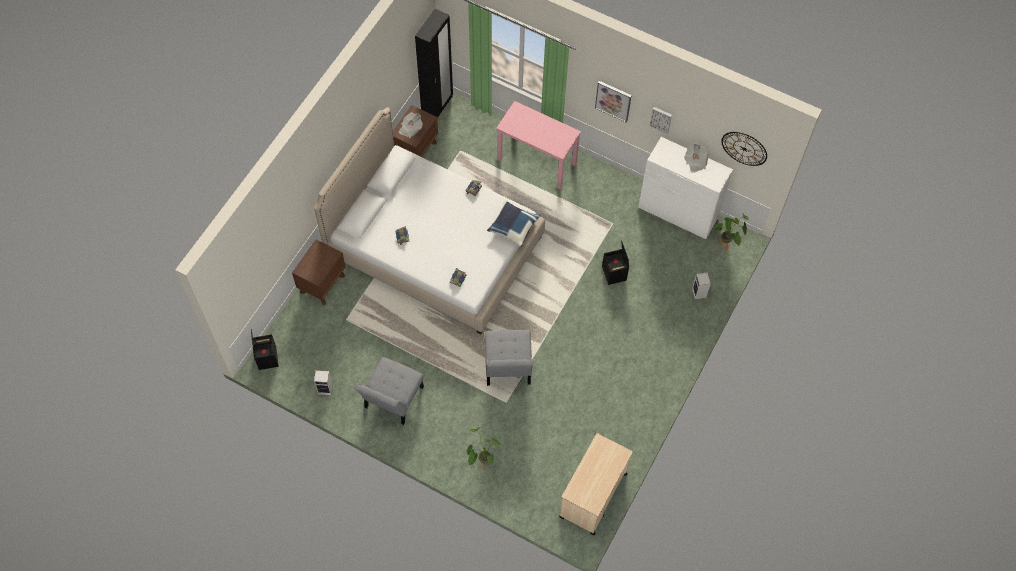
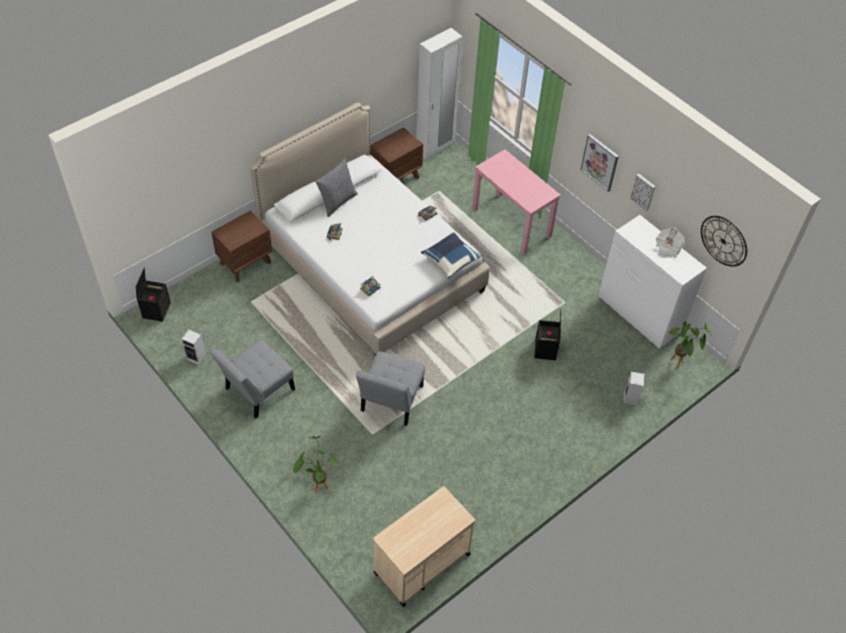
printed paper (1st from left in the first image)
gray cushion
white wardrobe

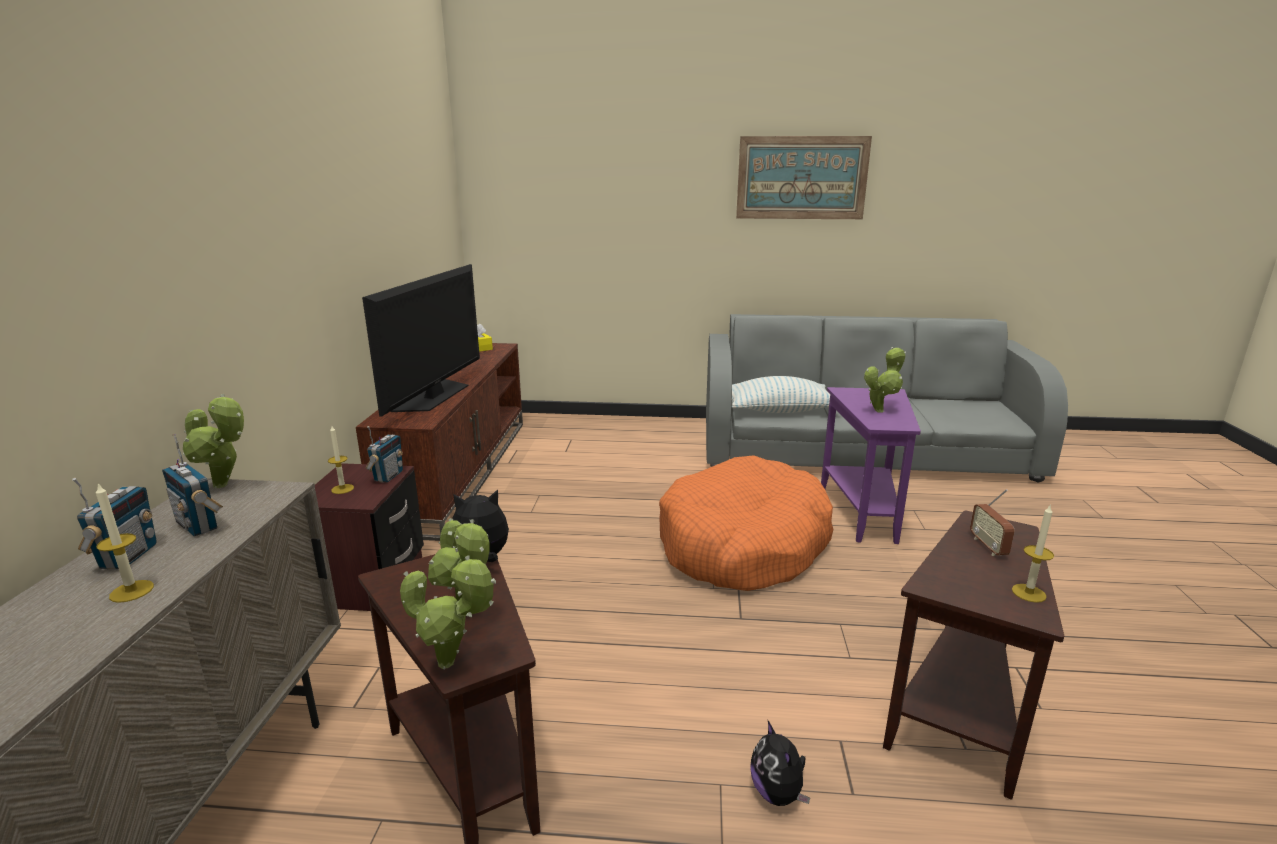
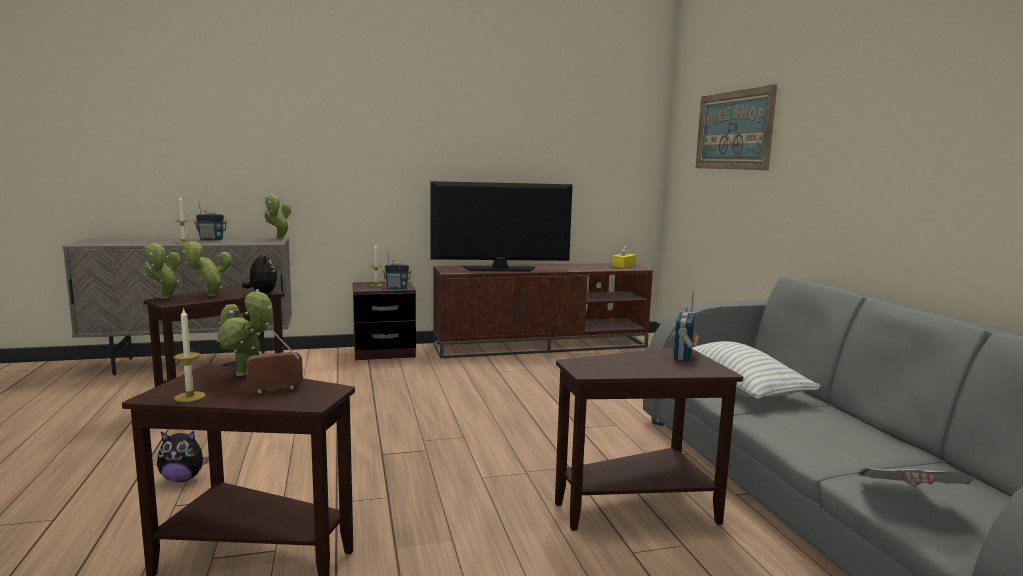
orange-coloured dog bed
printed paper
radio (4th from left)
wall art
houseplant (3rd from left)
brown end table (3rd from left)
soft toy (1st from left)

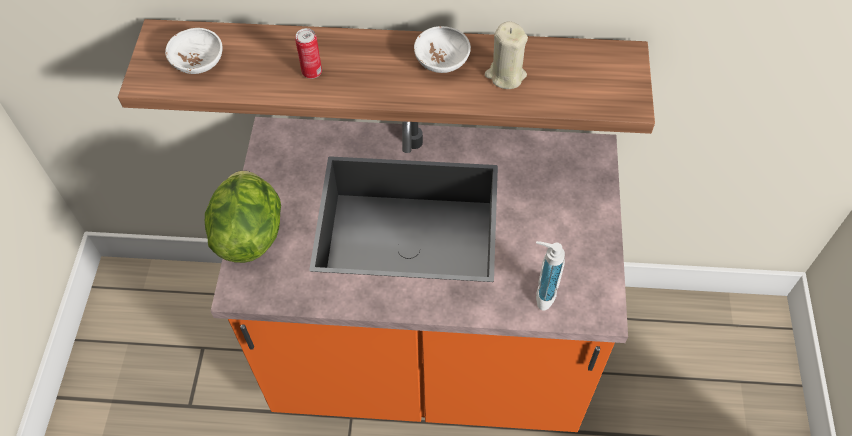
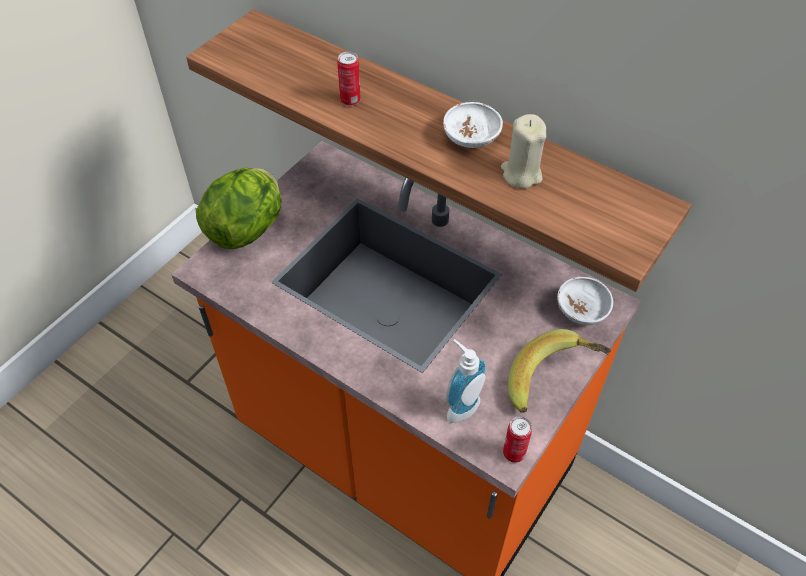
sealed can (2nd from left)
banana fruit
white deep dish (2nd from left)

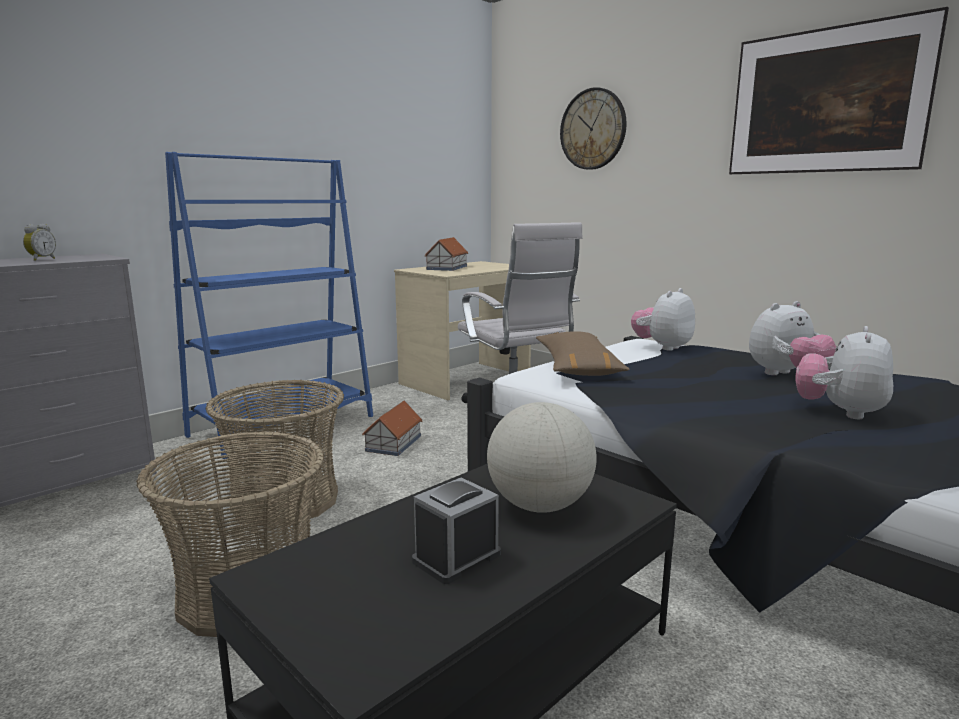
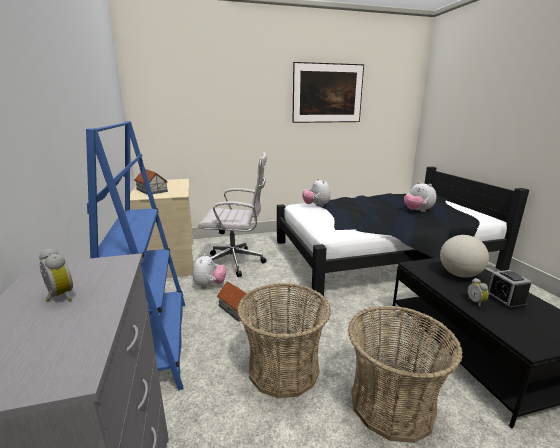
brown cushion
hanging clock
bedside clock (2nd from left)
soft toy (1st from left)

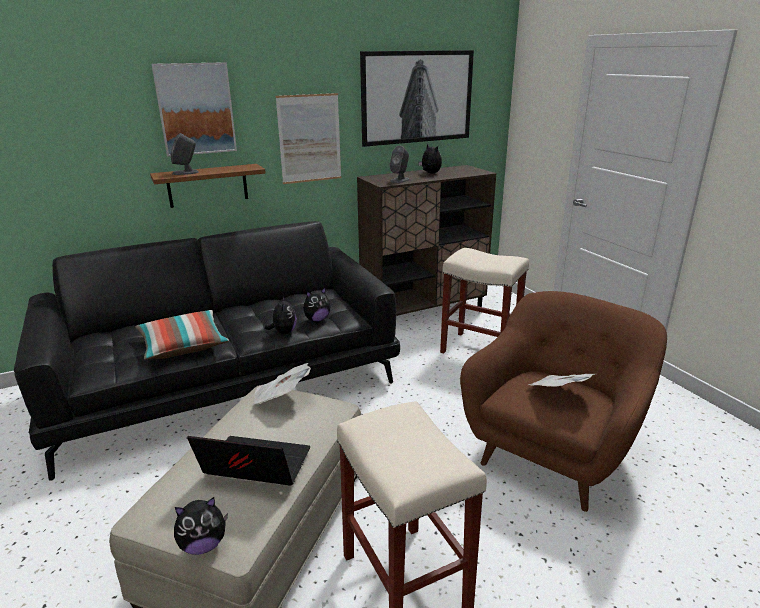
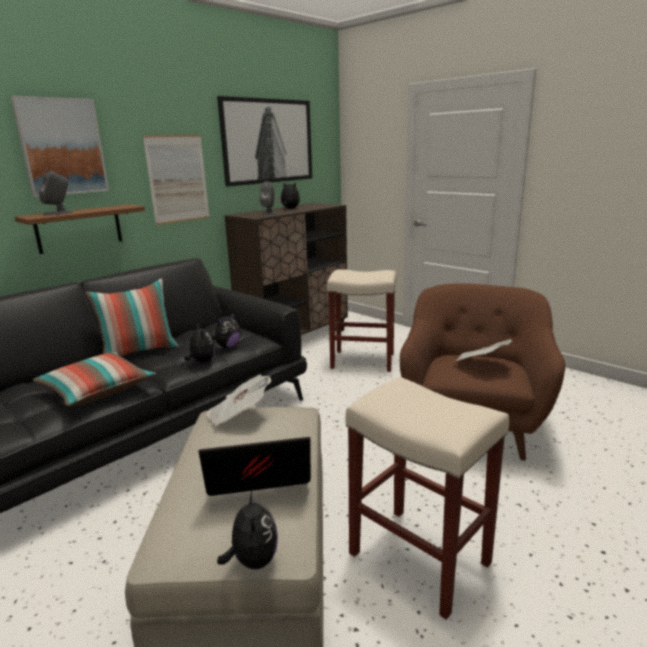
cushion (2nd from left)
soft toy (3rd from left)

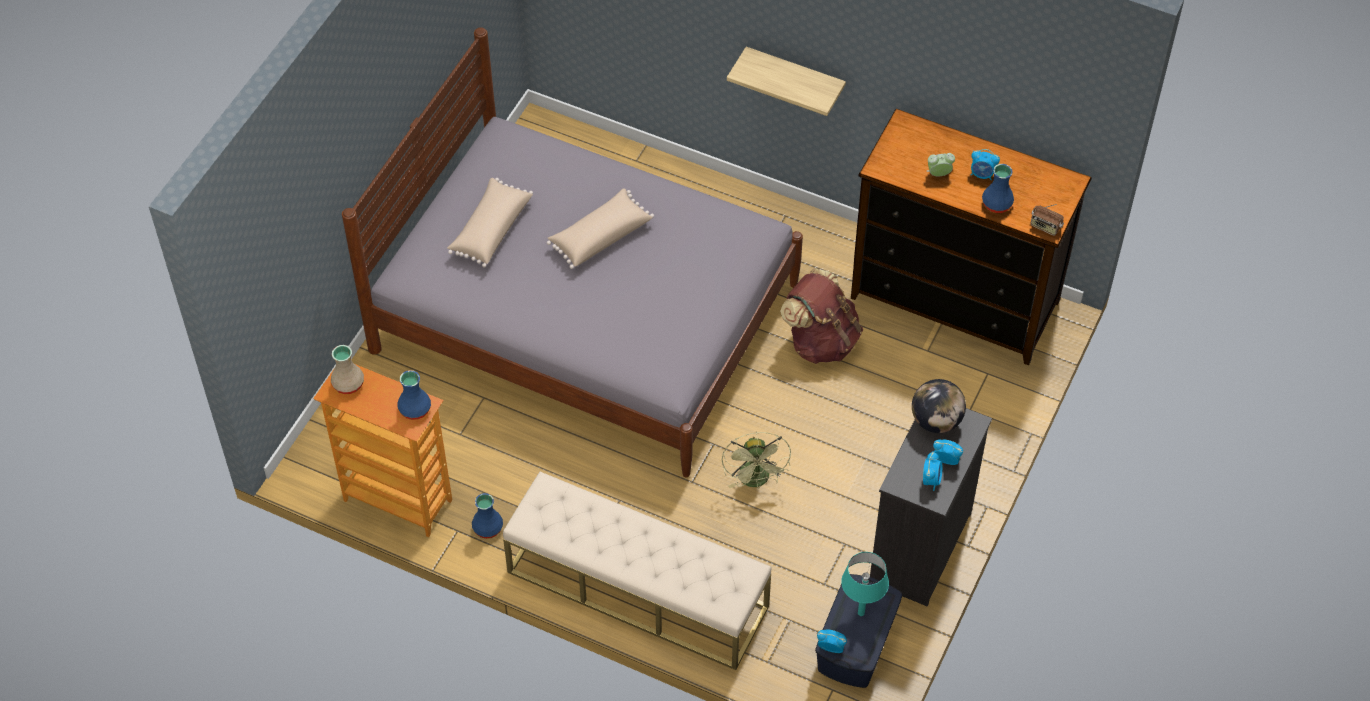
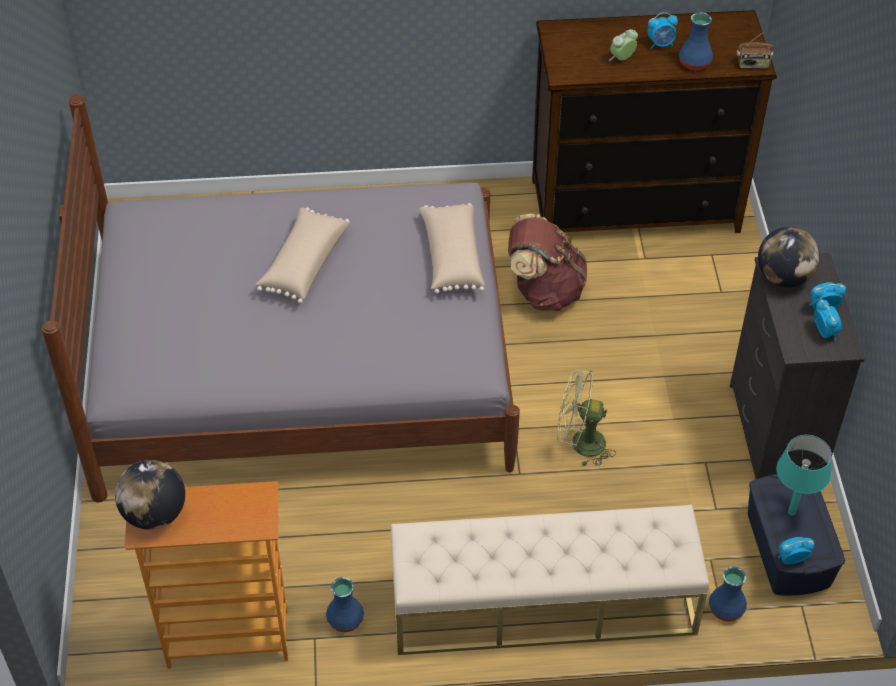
shelf
blue-coloured decorative vase (3rd from left)
beige-coloured cushion (2nd from left)
desk globe (1st from left)
green cooling fan

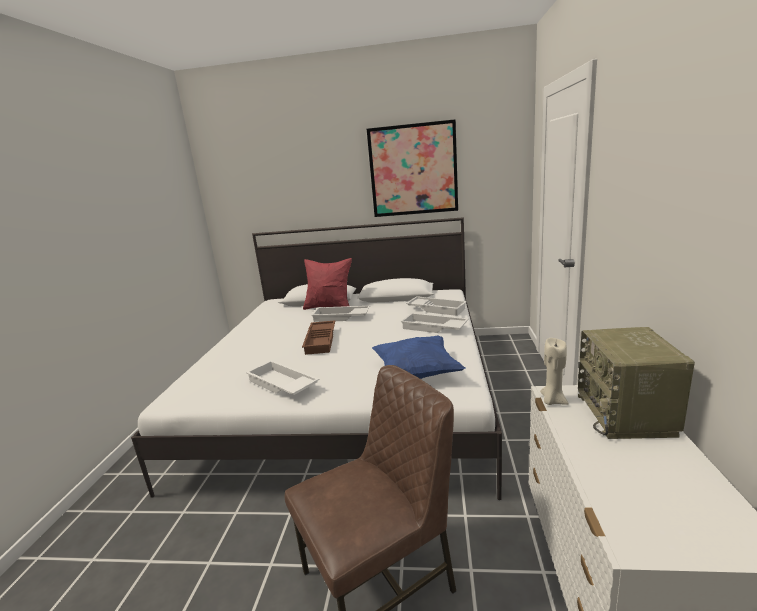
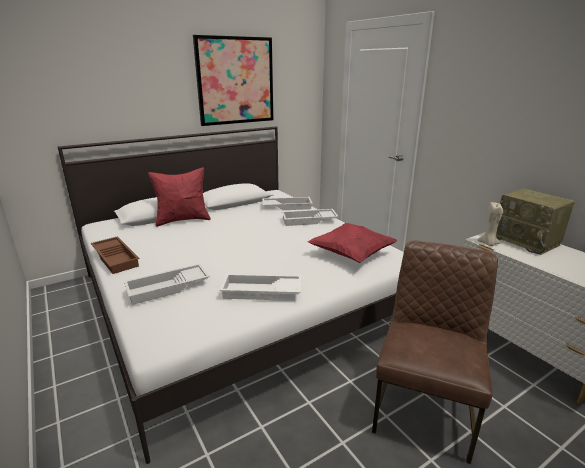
brown tray
white tray (1st from left)
reddish cushion (2nd from left)

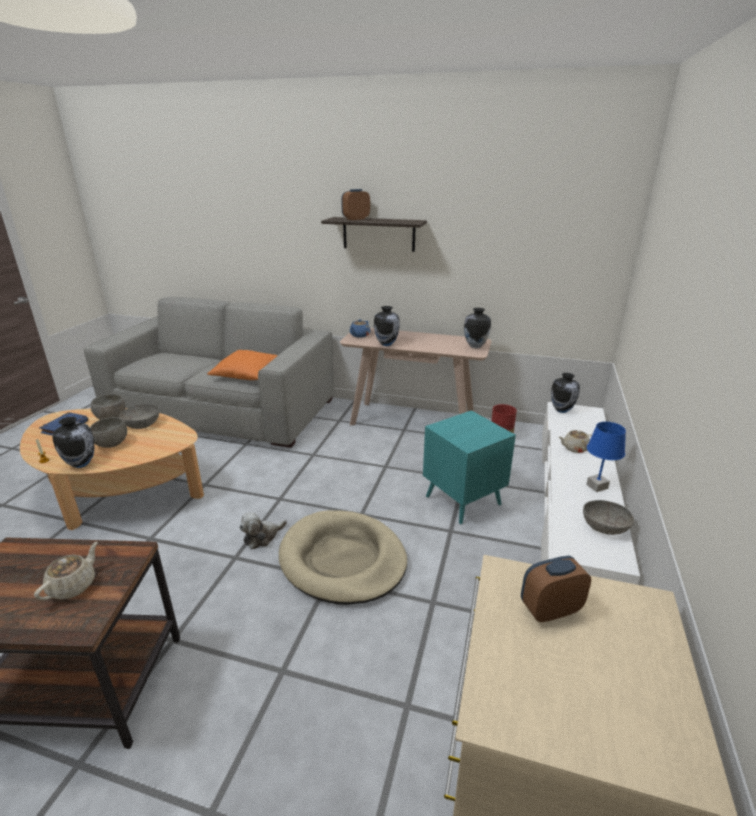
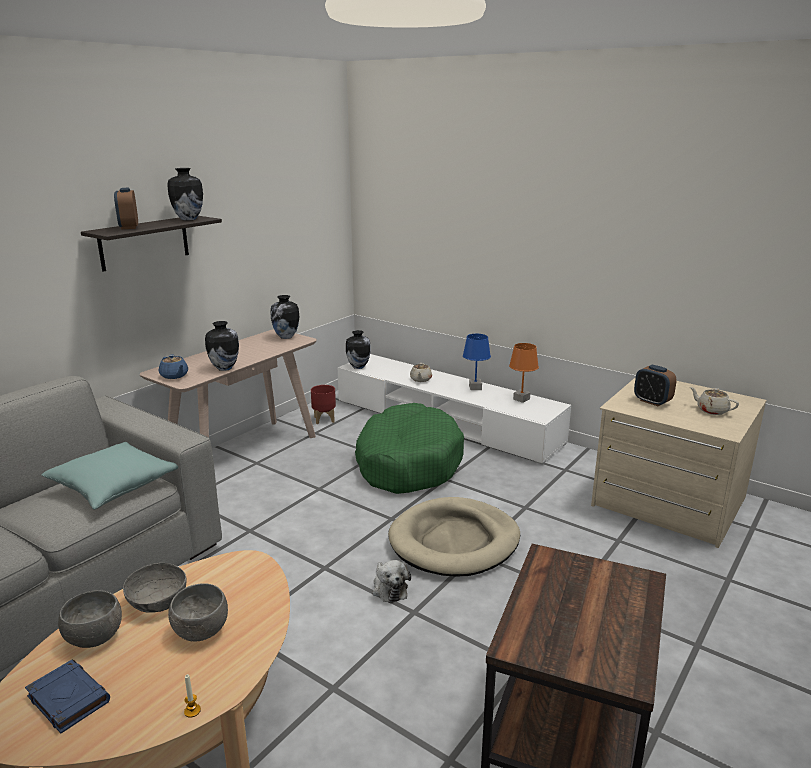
beige-coloured tea pot (2nd from left)
decorative vase (1st from left)
green dog bed
orange-coloured table lamp
turquoise-coloured cushion
bedside clock (2nd from left)

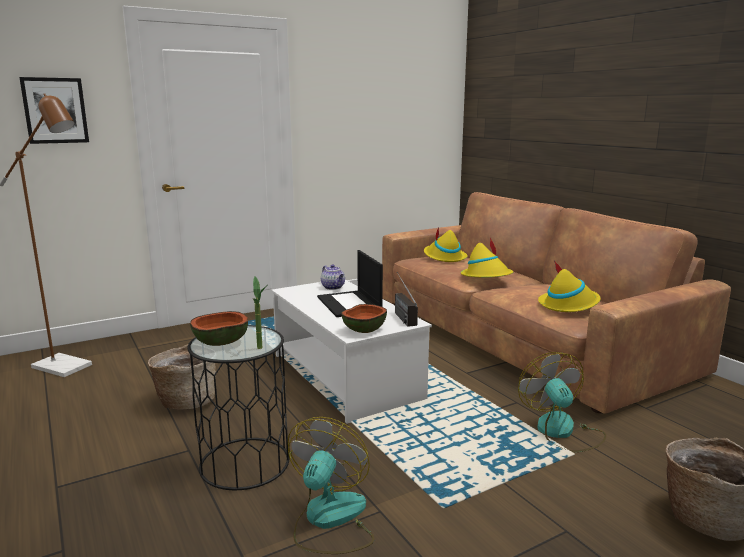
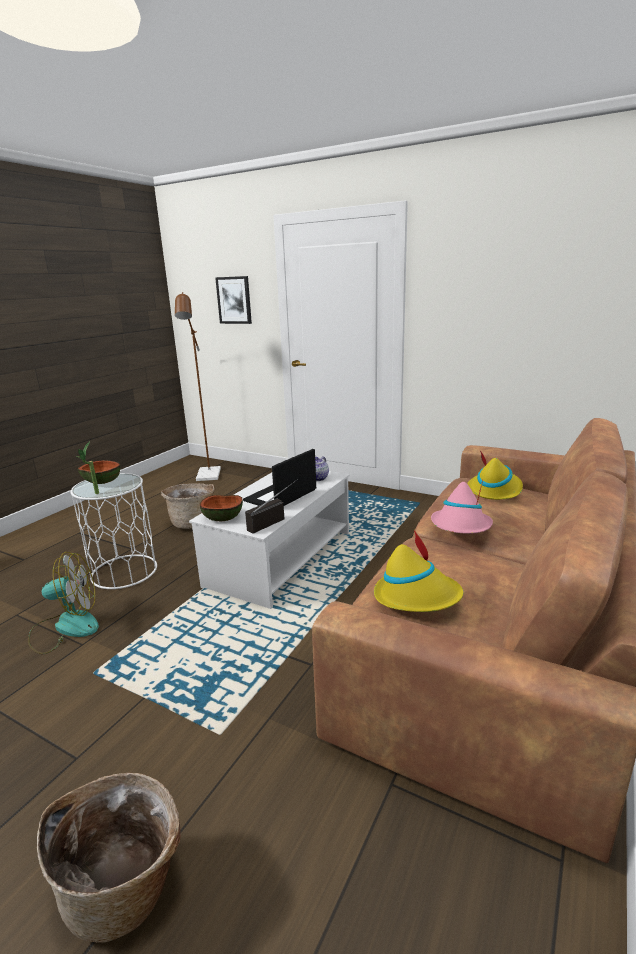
cooling fan (2nd from left in the first image)
white end table
pink clothing hat

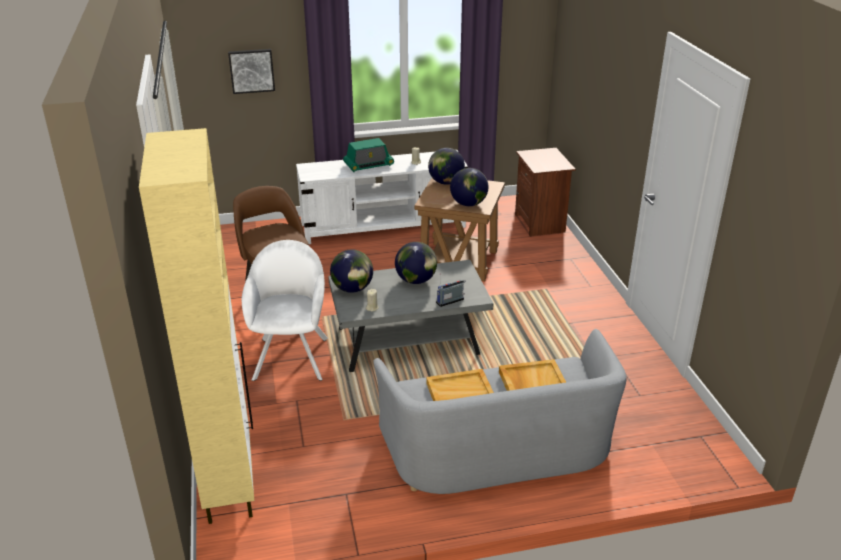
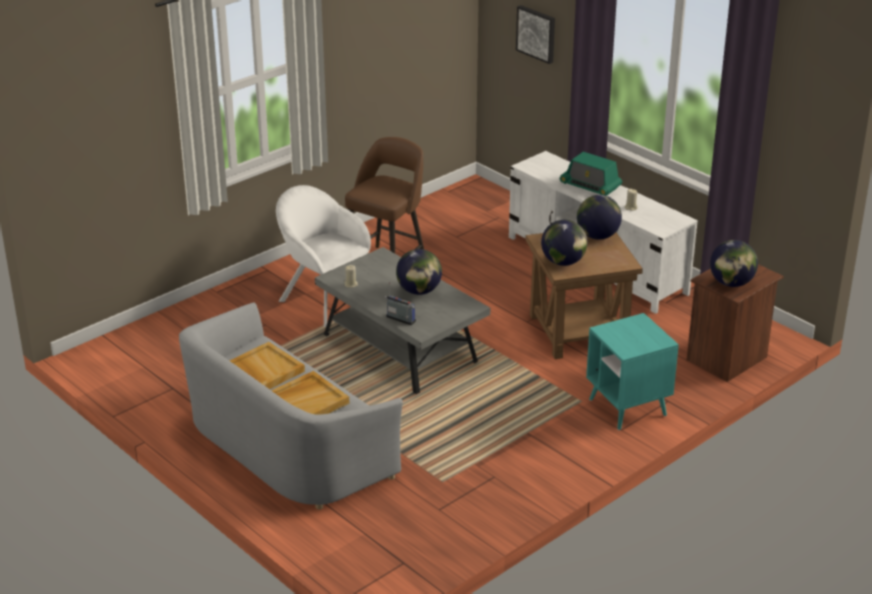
beige-coloured cabinet
turquoise-coloured end table
desk globe (4th from left)
white easy chair

